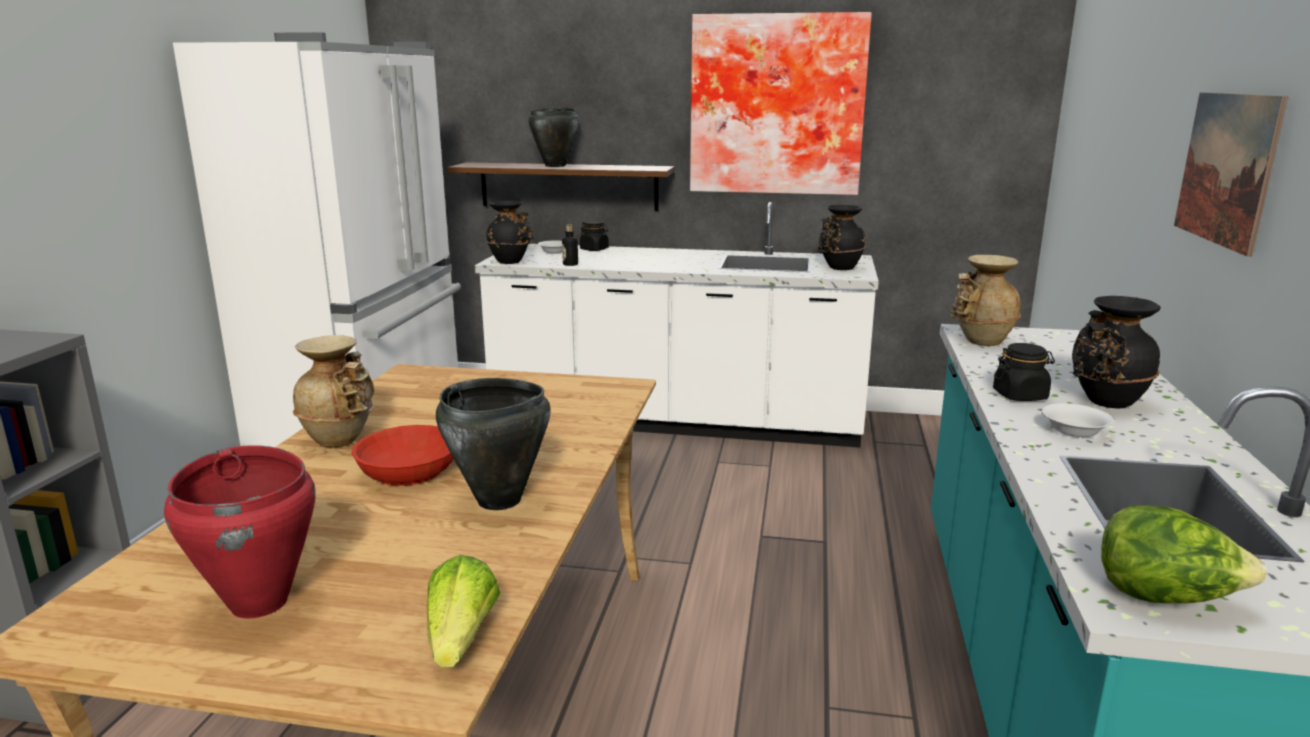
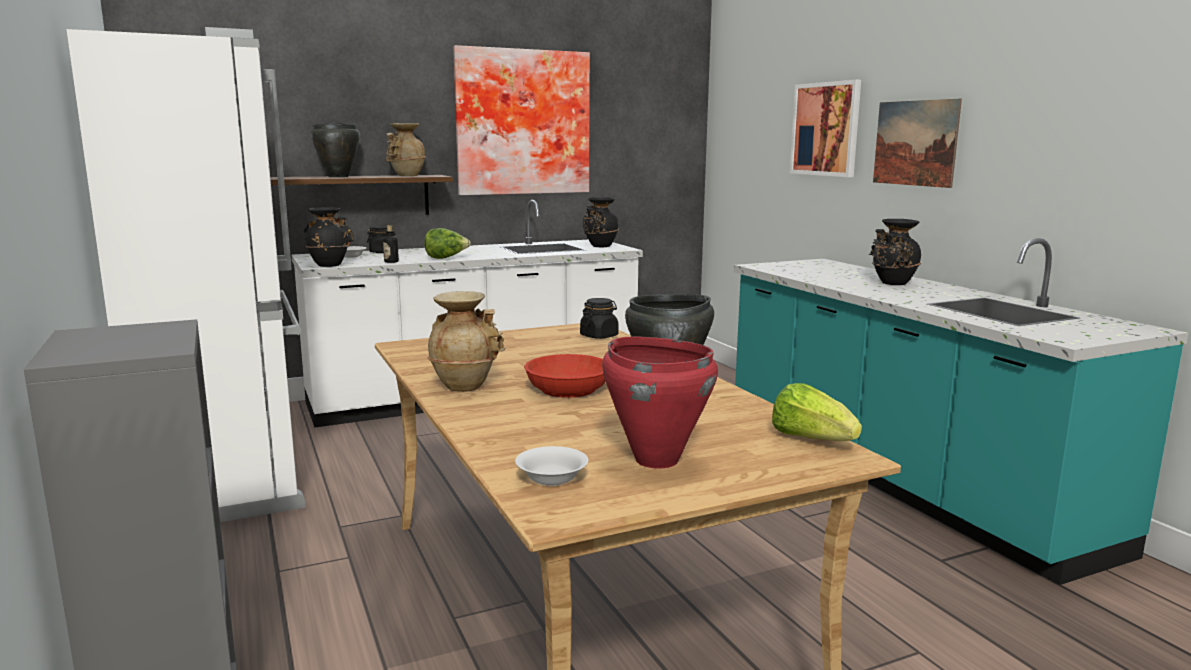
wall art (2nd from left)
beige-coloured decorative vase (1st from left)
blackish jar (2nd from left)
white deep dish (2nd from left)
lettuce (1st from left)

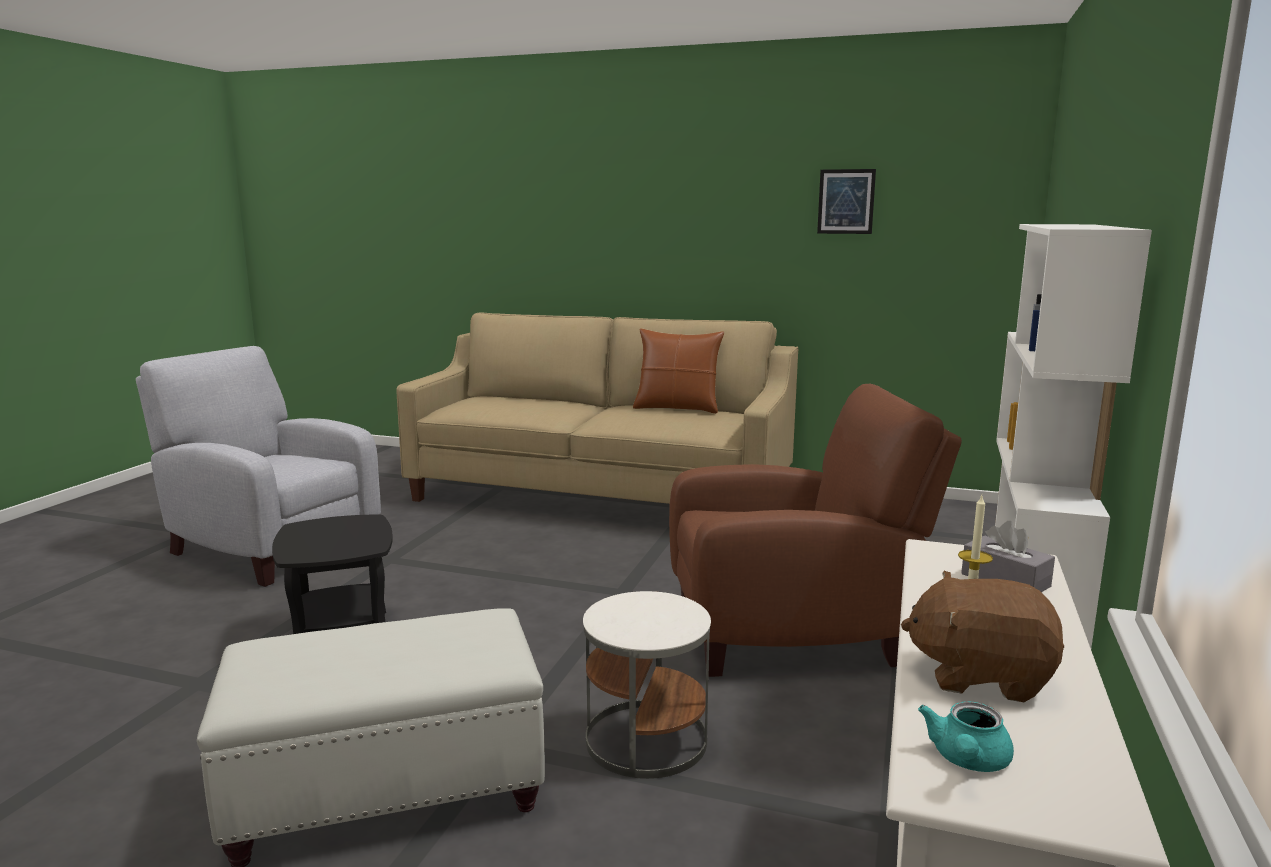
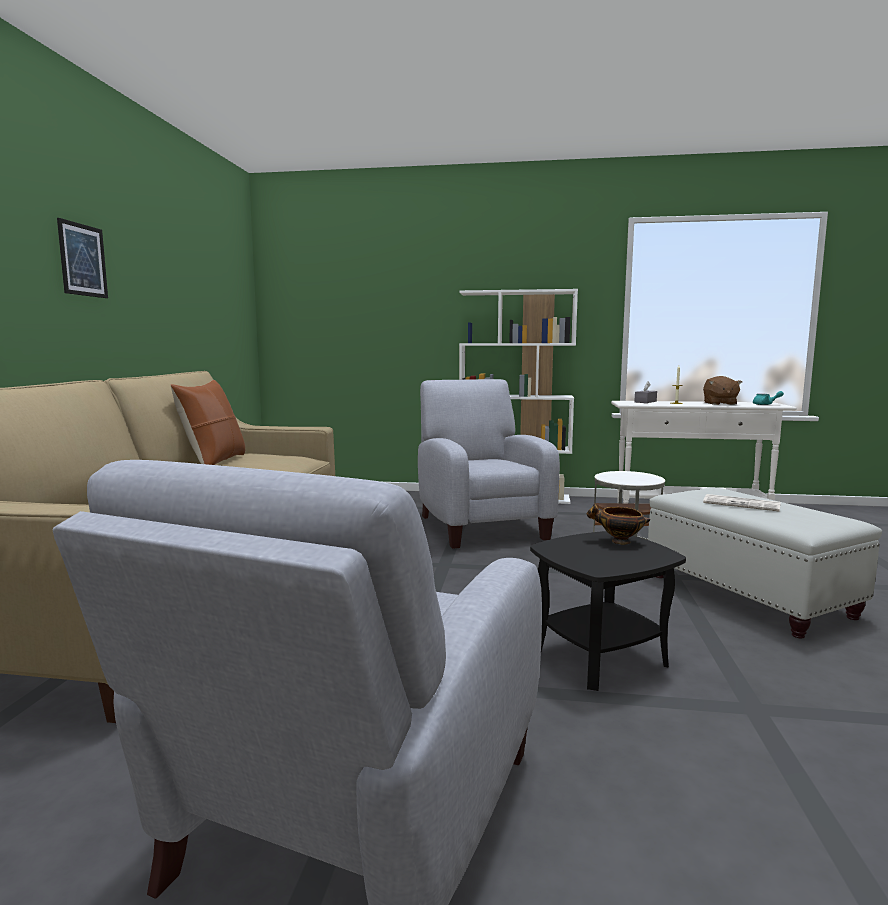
deep dish
printed paper
wall art
gray easy chair (2nd from left)

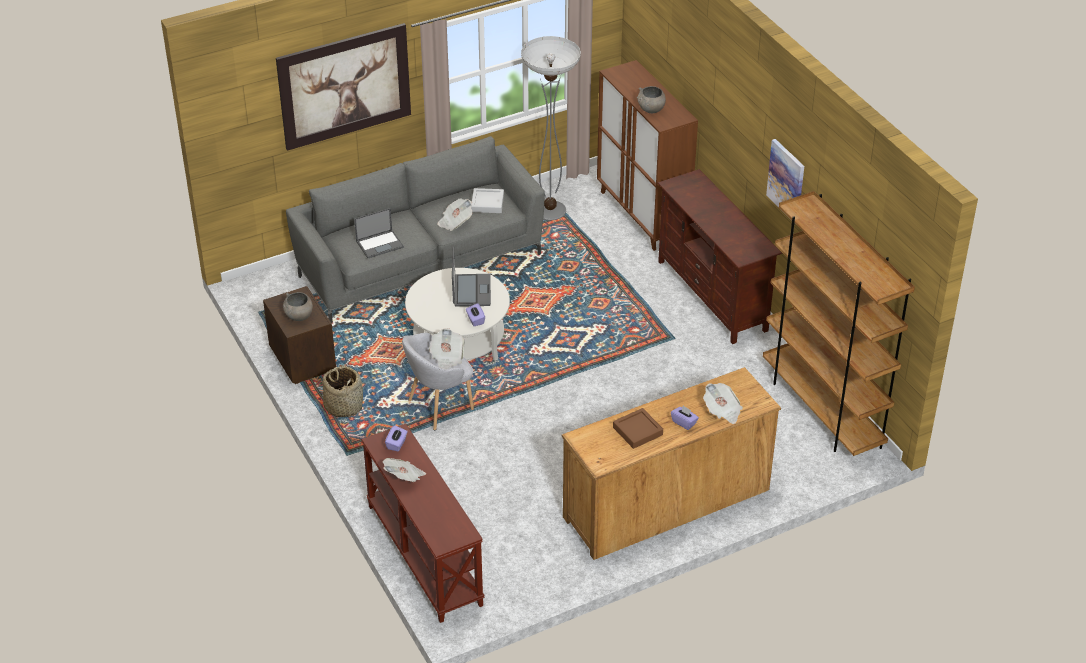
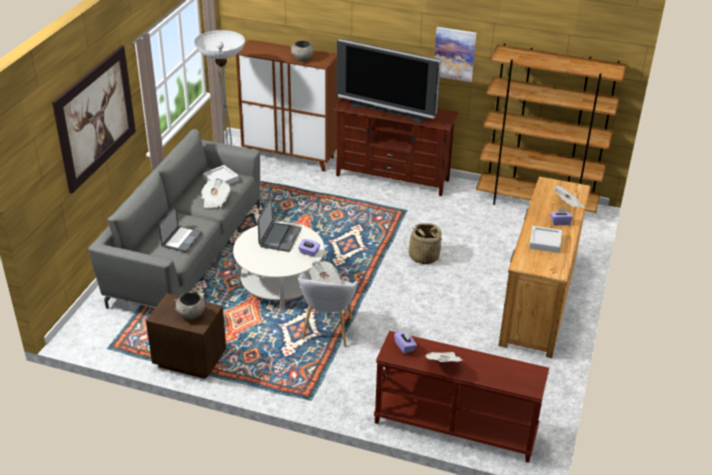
TV
basket
gray tray (2nd from left)
portable computer (2nd from left)

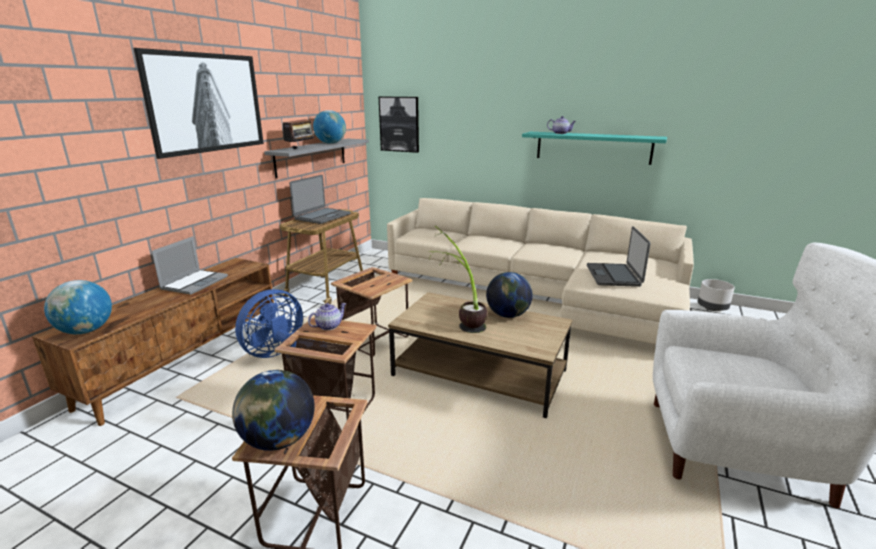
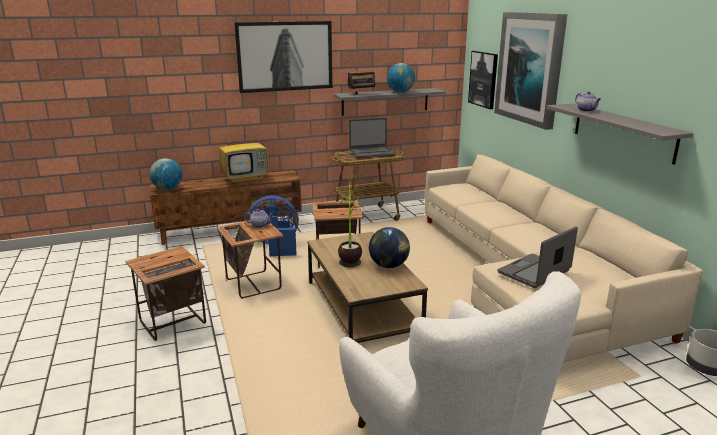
desk globe (2nd from left in the first image)
wall art (3rd from left)
TV
gray shelf (2nd from left)

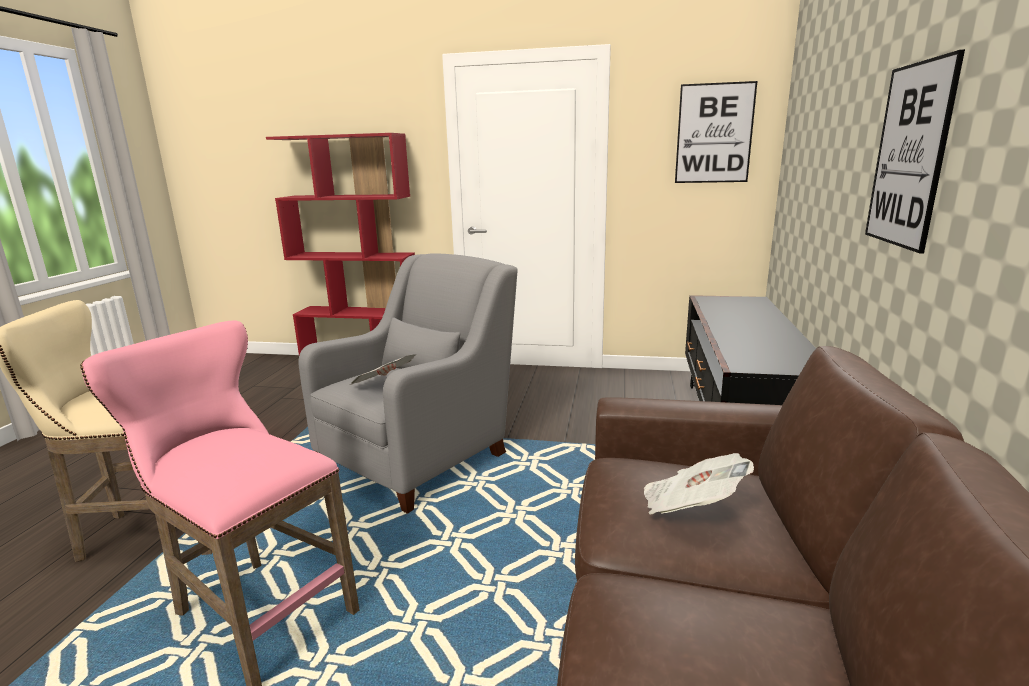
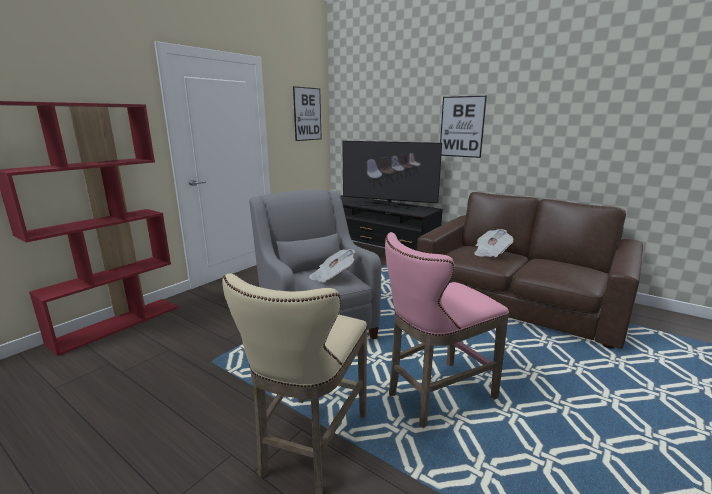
TV

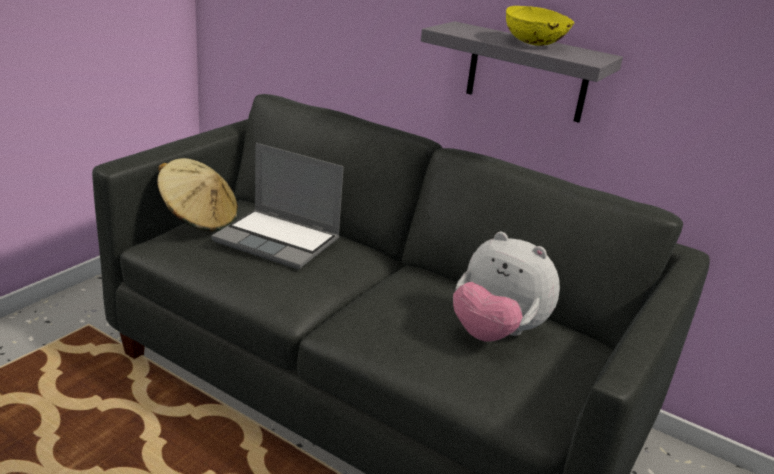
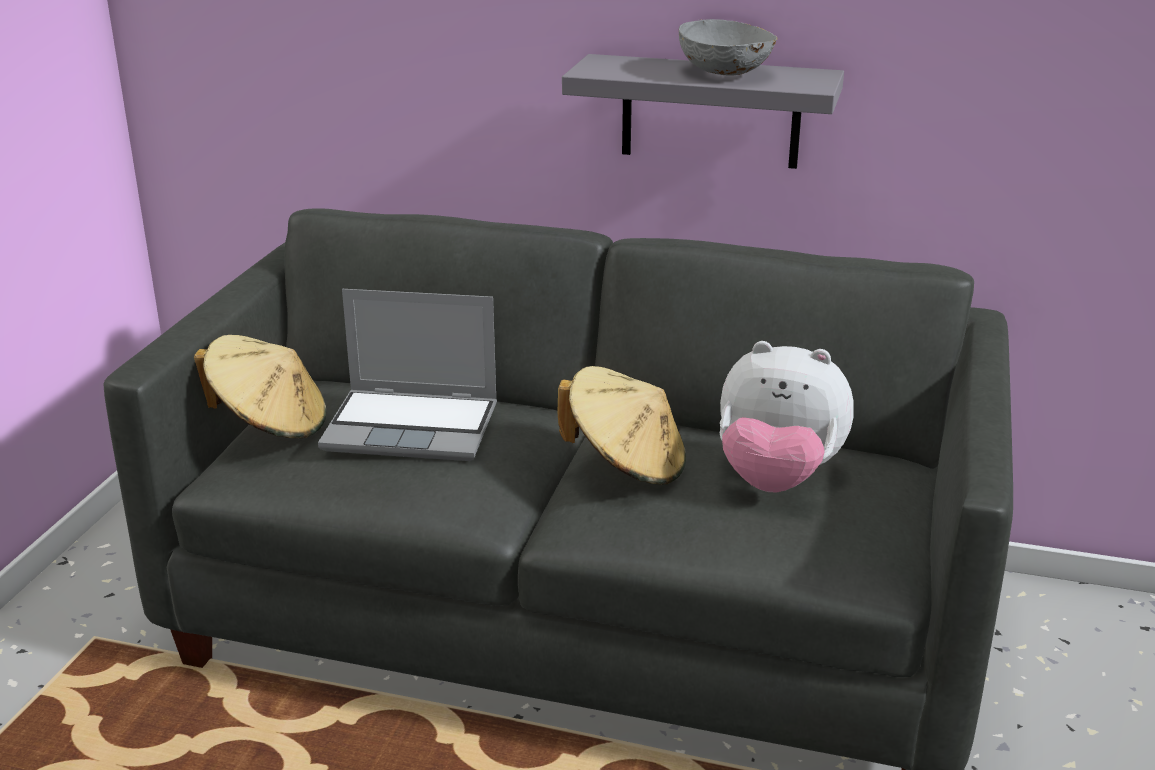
beige-coloured clothing hat (2nd from left)
gray deep dish

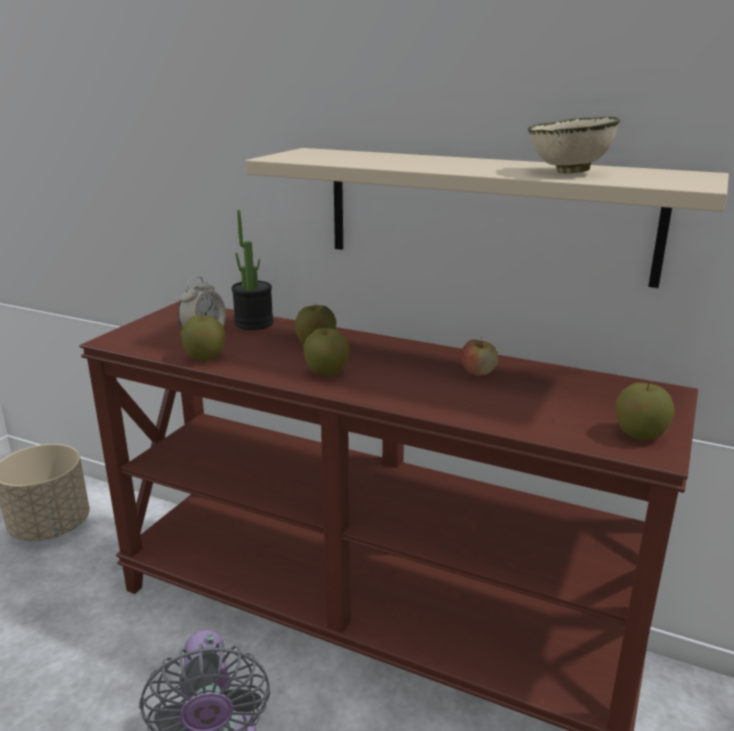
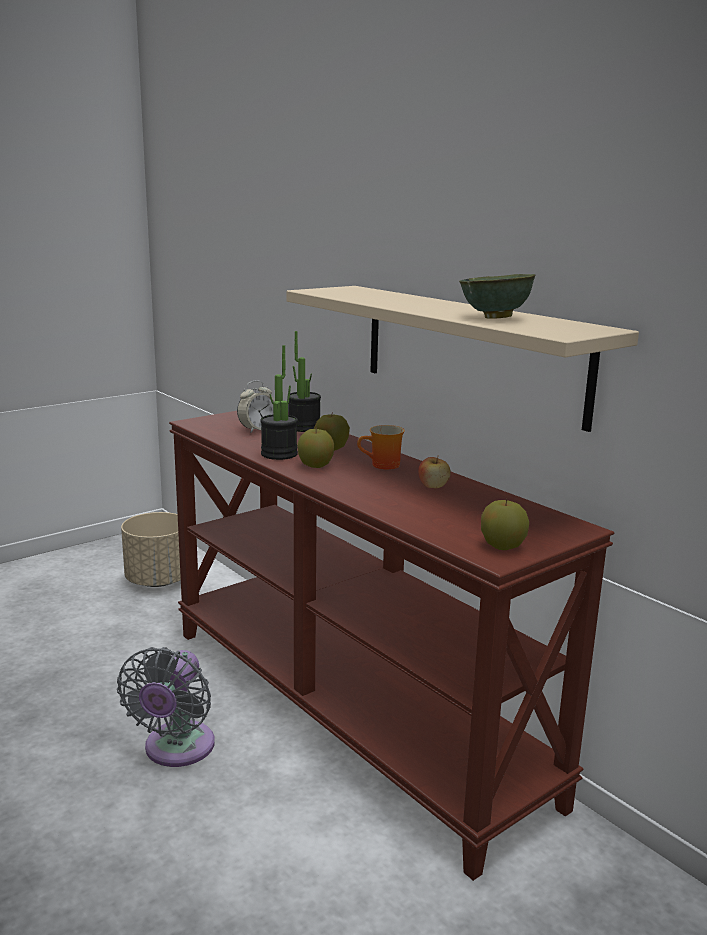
apple fruit (1st from left in the first image)
houseplant (1st from left)
coffee mug
green deep dish

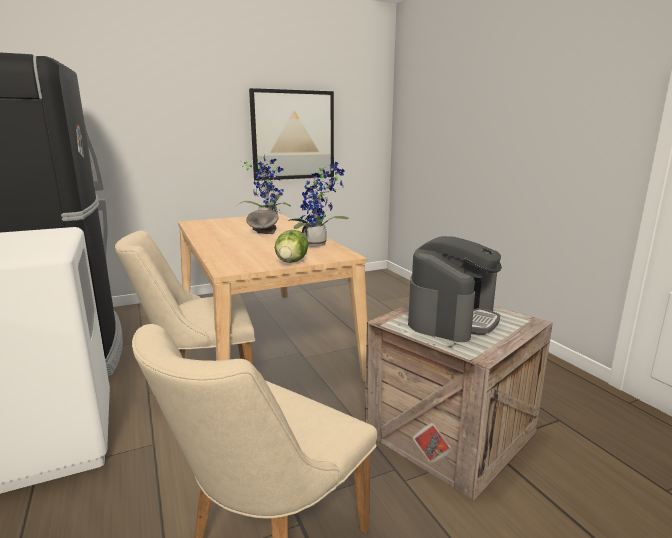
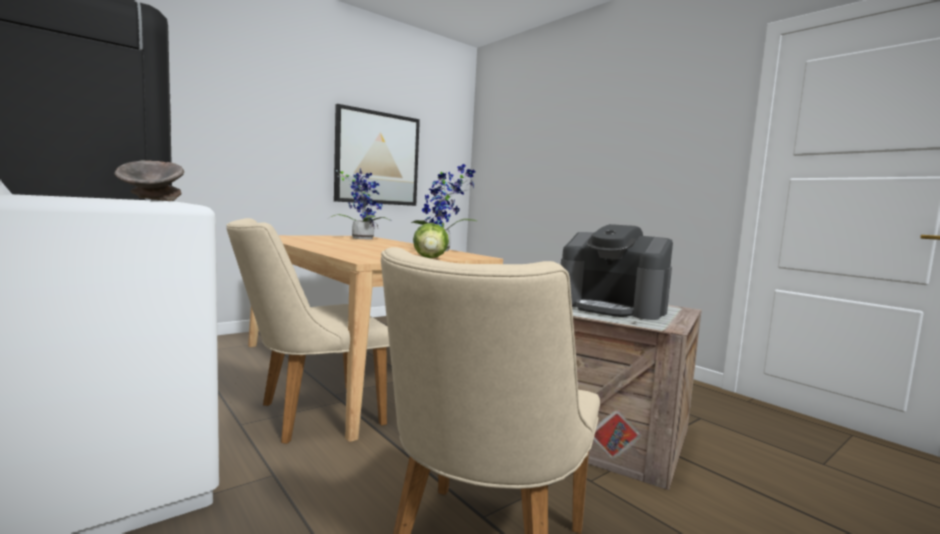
gray deep dish
coffee brewer

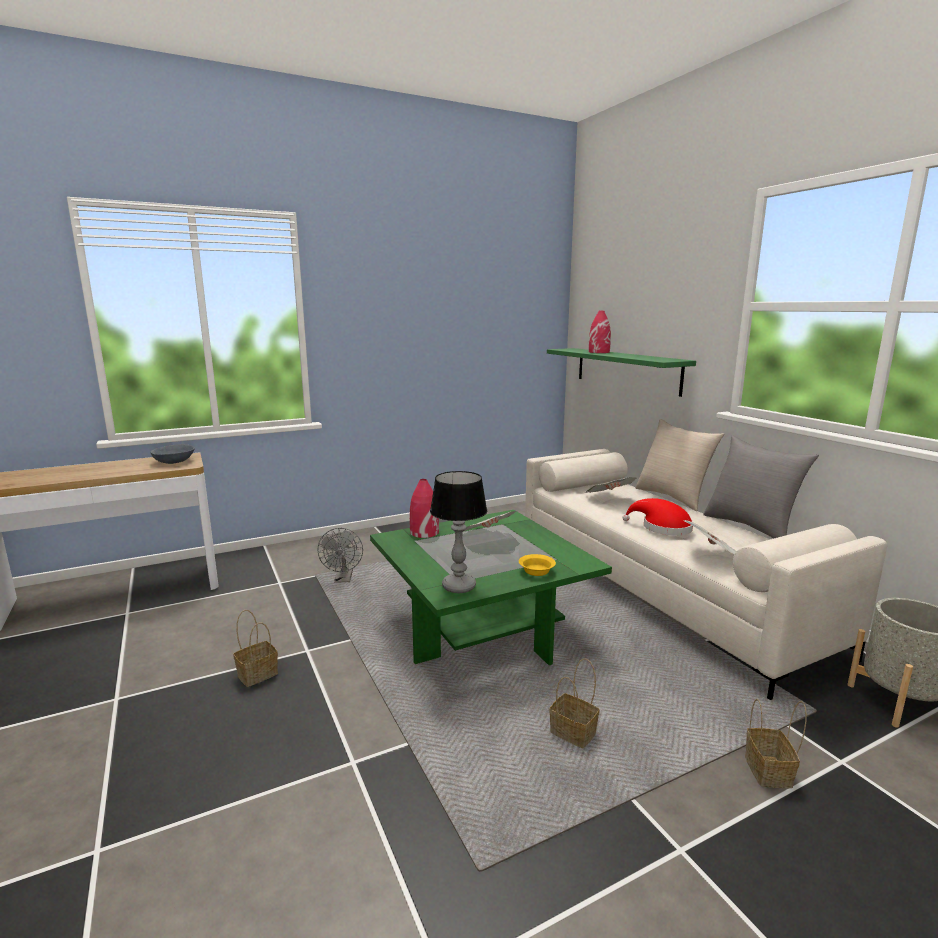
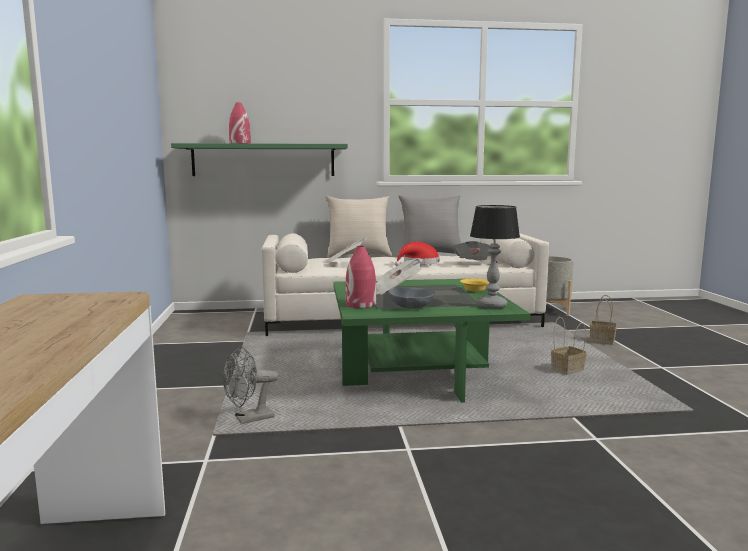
basket (1st from left in the first image)
gray deep dish
gray cooling fan

